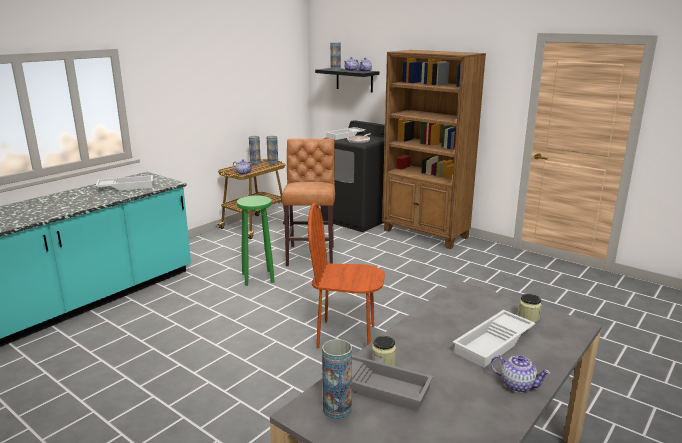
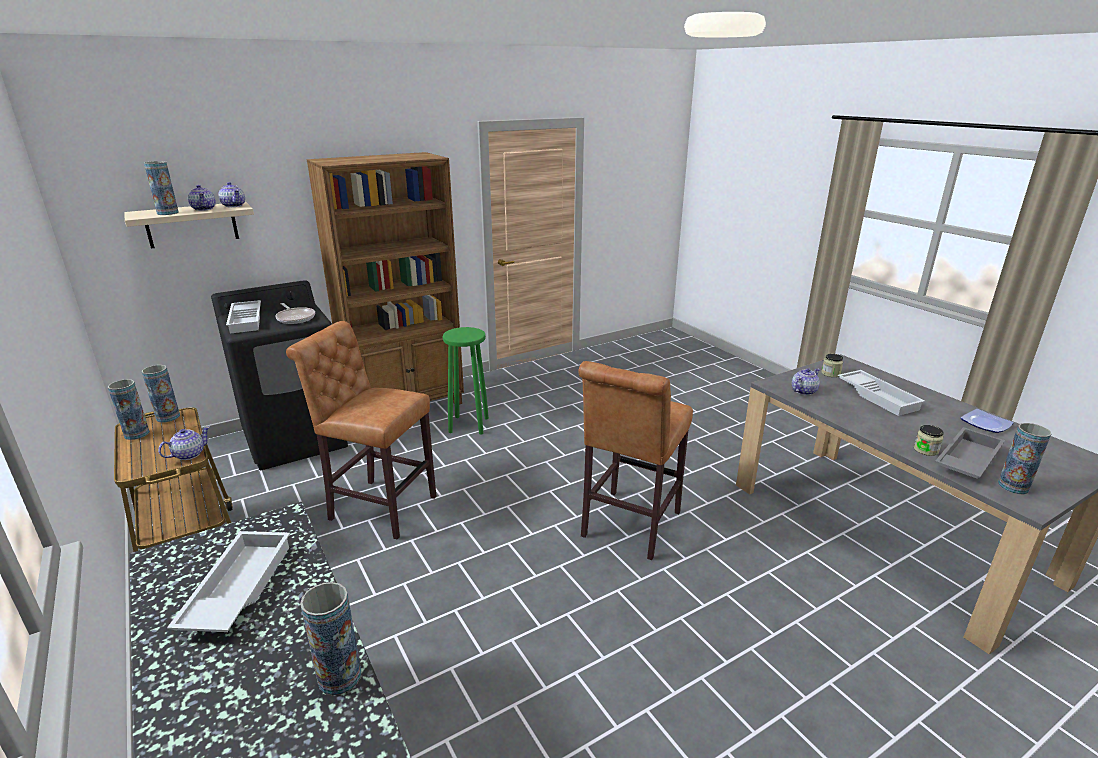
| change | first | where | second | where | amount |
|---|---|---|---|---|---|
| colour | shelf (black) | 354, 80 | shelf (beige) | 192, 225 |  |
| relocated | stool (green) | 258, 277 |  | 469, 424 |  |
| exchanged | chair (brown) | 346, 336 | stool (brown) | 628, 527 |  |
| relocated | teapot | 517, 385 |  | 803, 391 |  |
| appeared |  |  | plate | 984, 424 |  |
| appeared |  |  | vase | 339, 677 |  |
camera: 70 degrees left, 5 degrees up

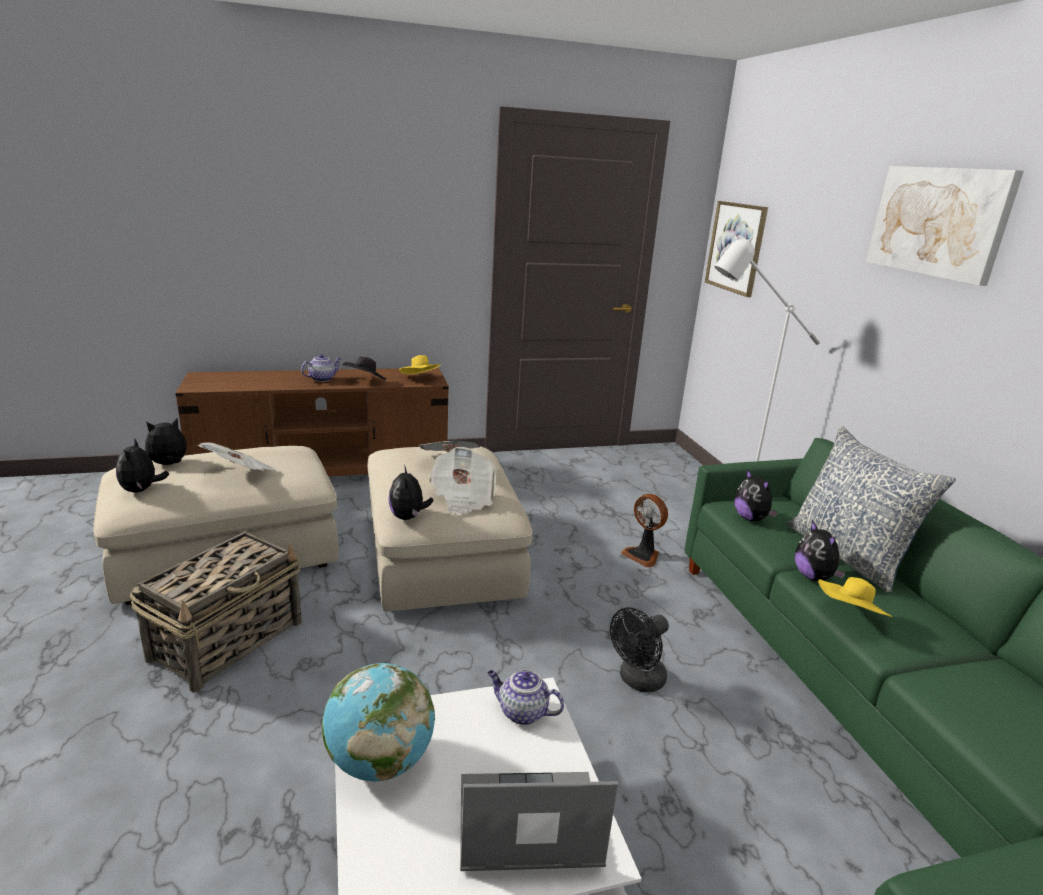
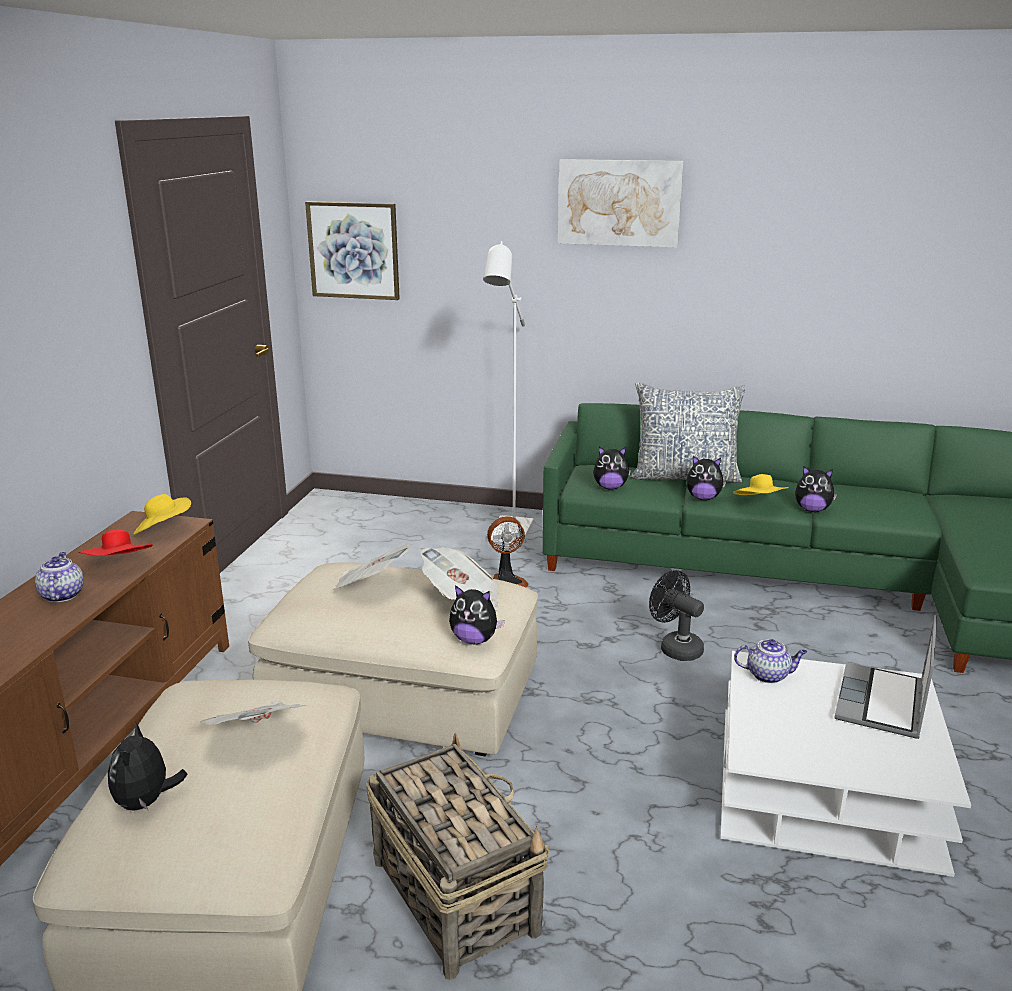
| change | first | where | second | where | amount |
|---|---|---|---|---|---|
| colour | hat (black) | 365, 381 | hat (red) | 120, 566 |  |
| relocated | plush toy | 141, 490 |  | 812, 510 |  |
| spun | fan (black) | 637, 681 |  | 675, 647 | 150 degrees clockwise |
| missing | globe | 380, 761 |  |  |  |
| spun | teapot | 521, 712 |  | 768, 675 | 135 degrees counterclockwise |
camera: 60 degrees left, 0 degrees up

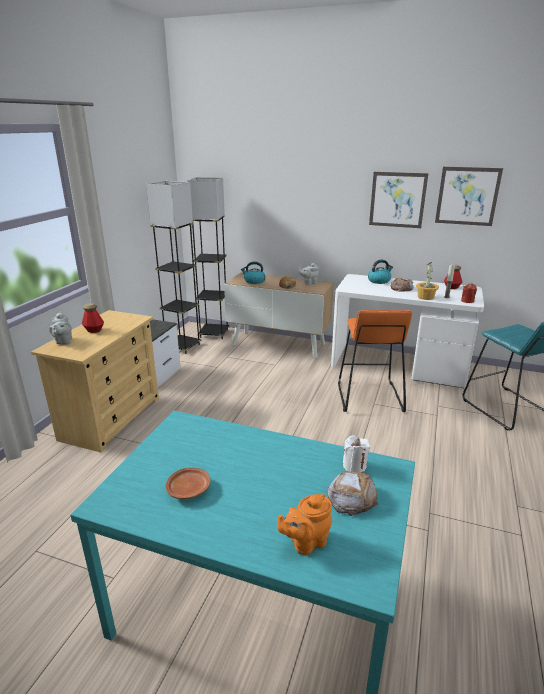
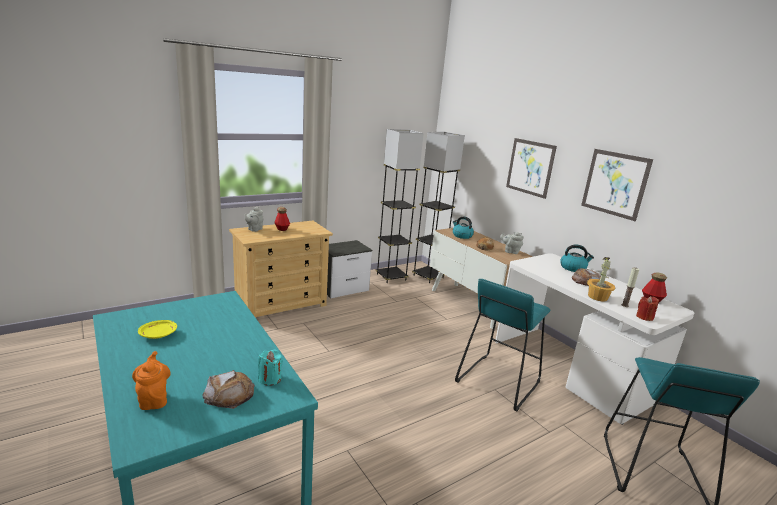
| change | first | where | second | where | amount |
|---|---|---|---|---|---|
| relocated | picture | 467, 196 |  | 530, 167 |  |
| colour | stool (orange) | 368, 396 | stool (turquoise) | 497, 381 |  |
| colour | candle (white) | 354, 466 | candle (turquoise) | 270, 379 |  |
| colour | plate (brown) | 189, 489 | plate (yellow) | 159, 334 |  |
| spun | teapot (orange) | 305, 542 |  | 153, 399 | 60 degrees clockwise |
camera: 35 degrees right, 5 degrees down

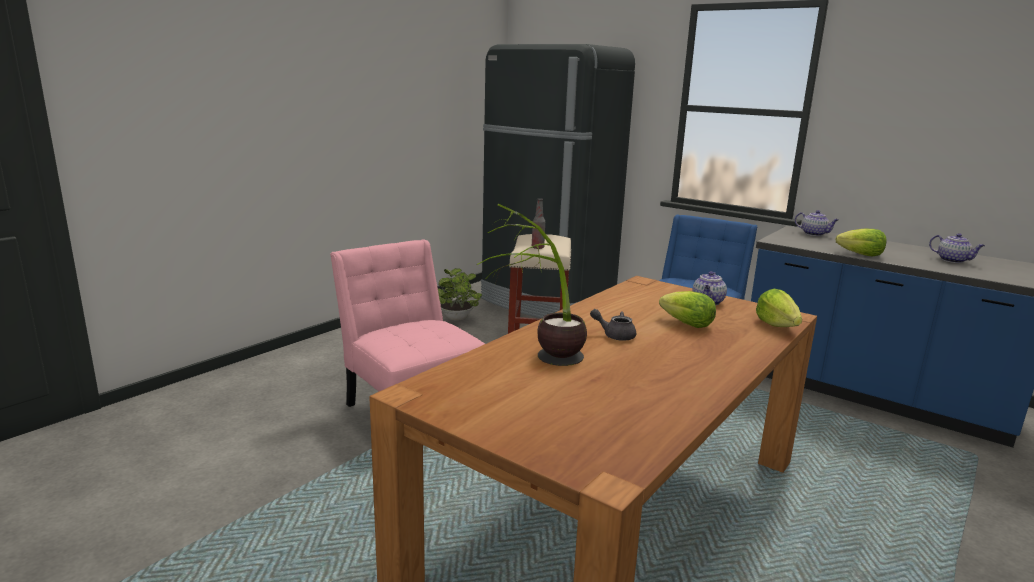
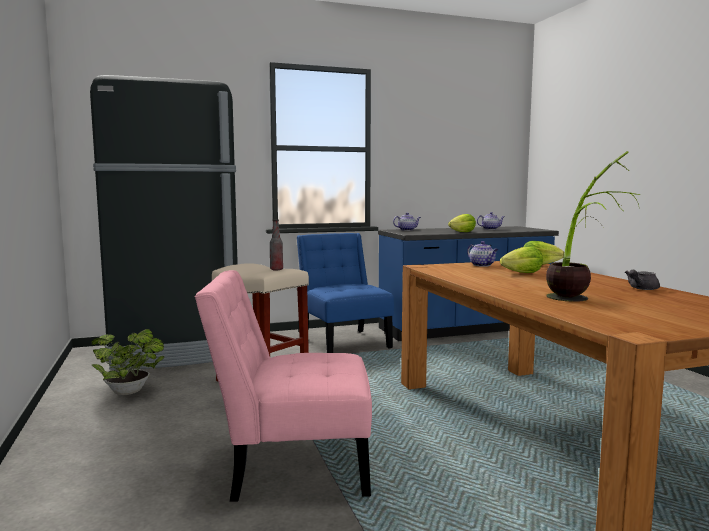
| change | first | where | second | where | amount |
|---|---|---|---|---|---|
| relocated | teapot (grey) | 614, 335 |  | 641, 289 |  |
camera: 55 degrees left, 10 degrees down

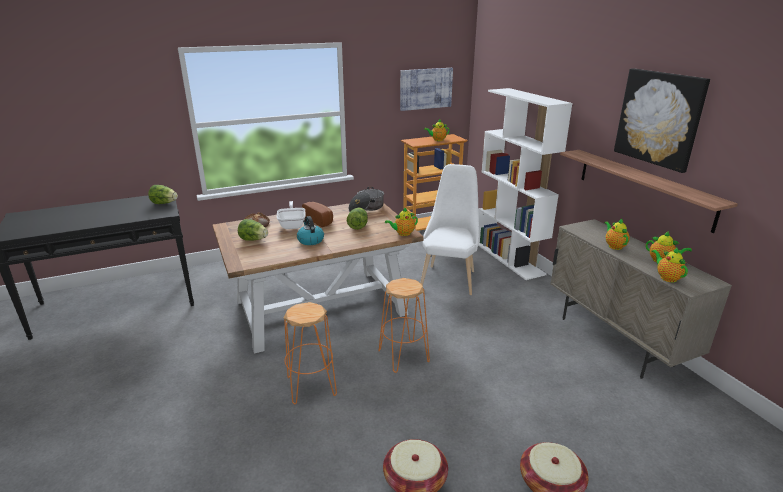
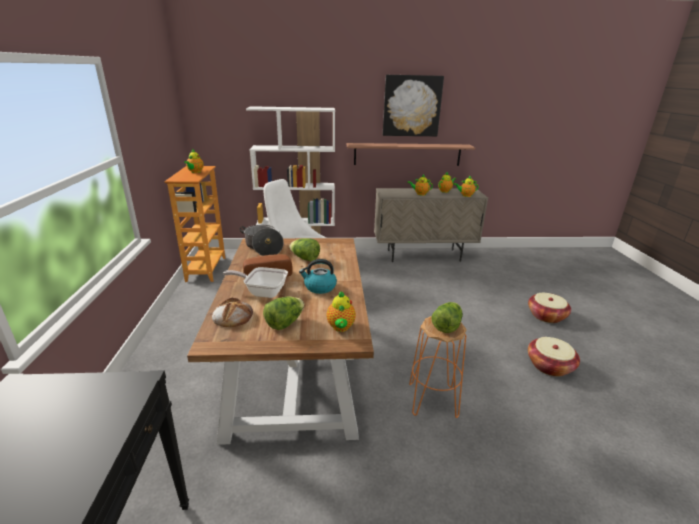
| change | first | where | second | where | amount |
|---|---|---|---|---|---|
| missing | picture | 426, 88 |  |  |  |
| relocated | lettuce | 164, 203 |  | 447, 326 |  |
| relocated | teapot | 403, 233 |  | 340, 328 |  |
| missing | stool (orange) | 403, 356 |  |  |  |
camera: 70 degrees left, 0 degrees up

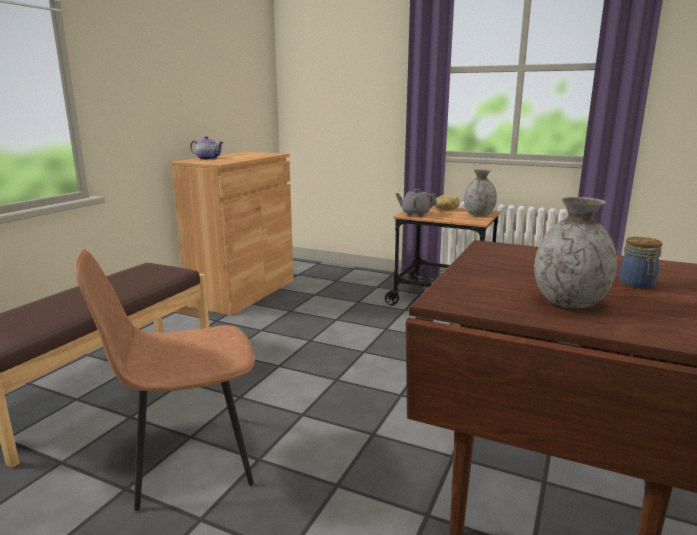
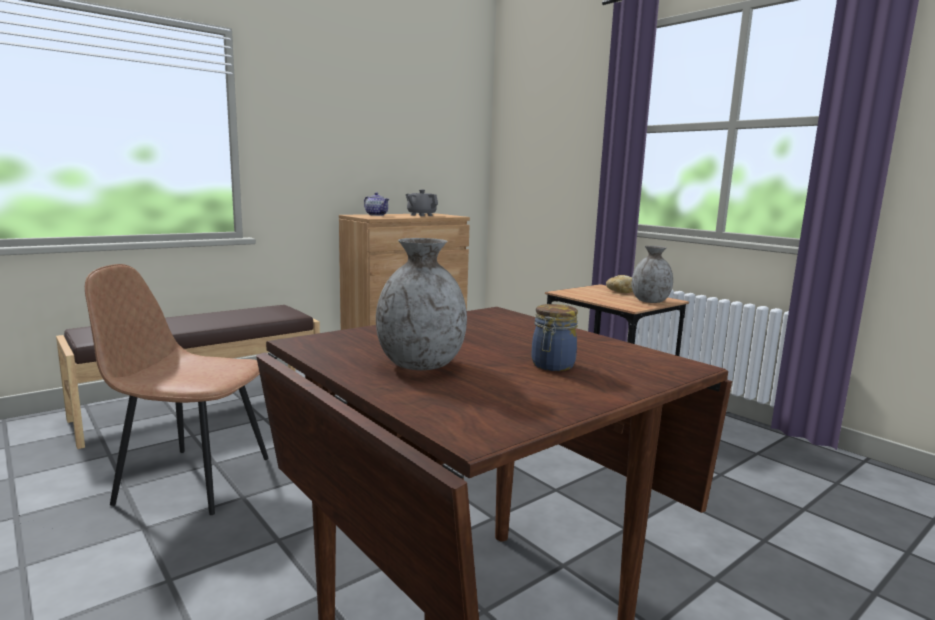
| change | first | where | second | where | amount |
|---|---|---|---|---|---|
| relocated | teapot (grey) | 415, 214 |  | 421, 215 |  |
camera: 25 degrees right, 5 degrees down

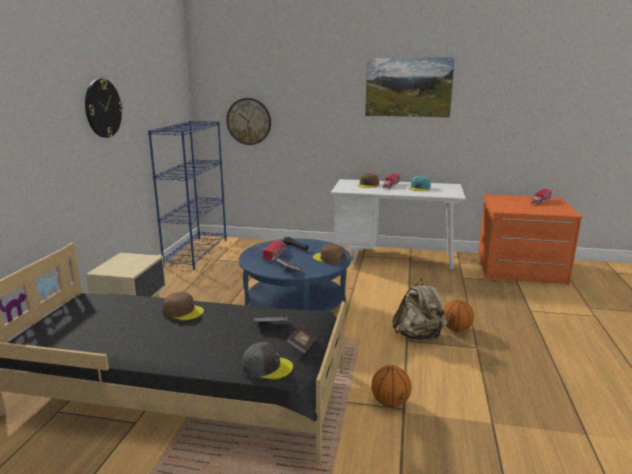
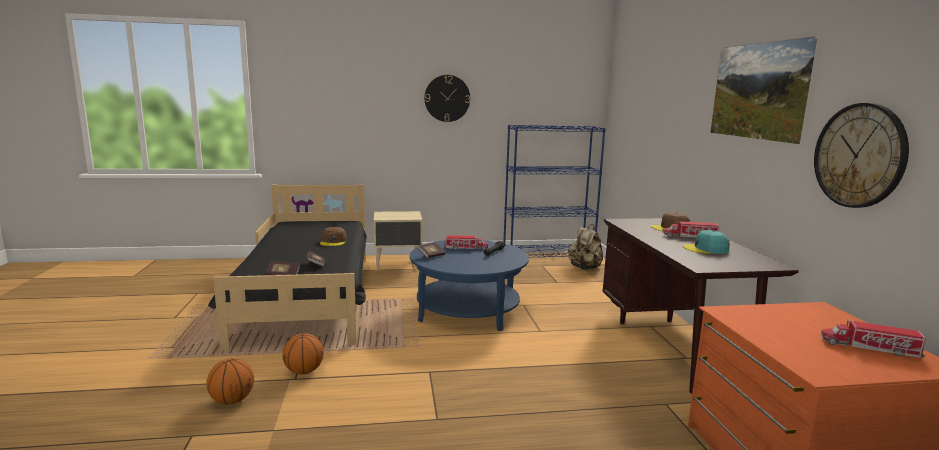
| change | first | where | second | where | amount |
|---|---|---|---|---|---|
| relocated | wall clock | 249, 121 |  | 859, 155 |  |
| colour | desk (white) | 394, 257 | desk (brown) | 673, 346 |  |
| missing | cap (brown) | 329, 258 |  |  |  |
| relocated | backpack (beige) | 418, 336 |  | 584, 268 |  |
| relocated | basketball | 456, 329 |  | 232, 400 |  |
| missing | cap (grey) | 267, 367 |  |  |  |
camera: 70 degrees right, 5 degrees down

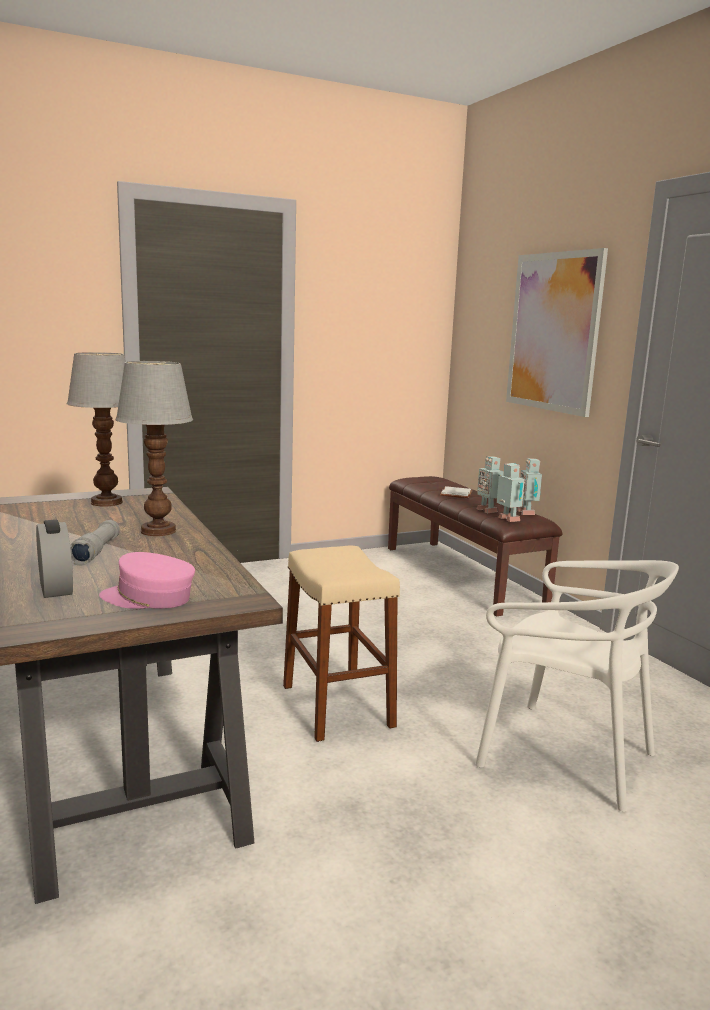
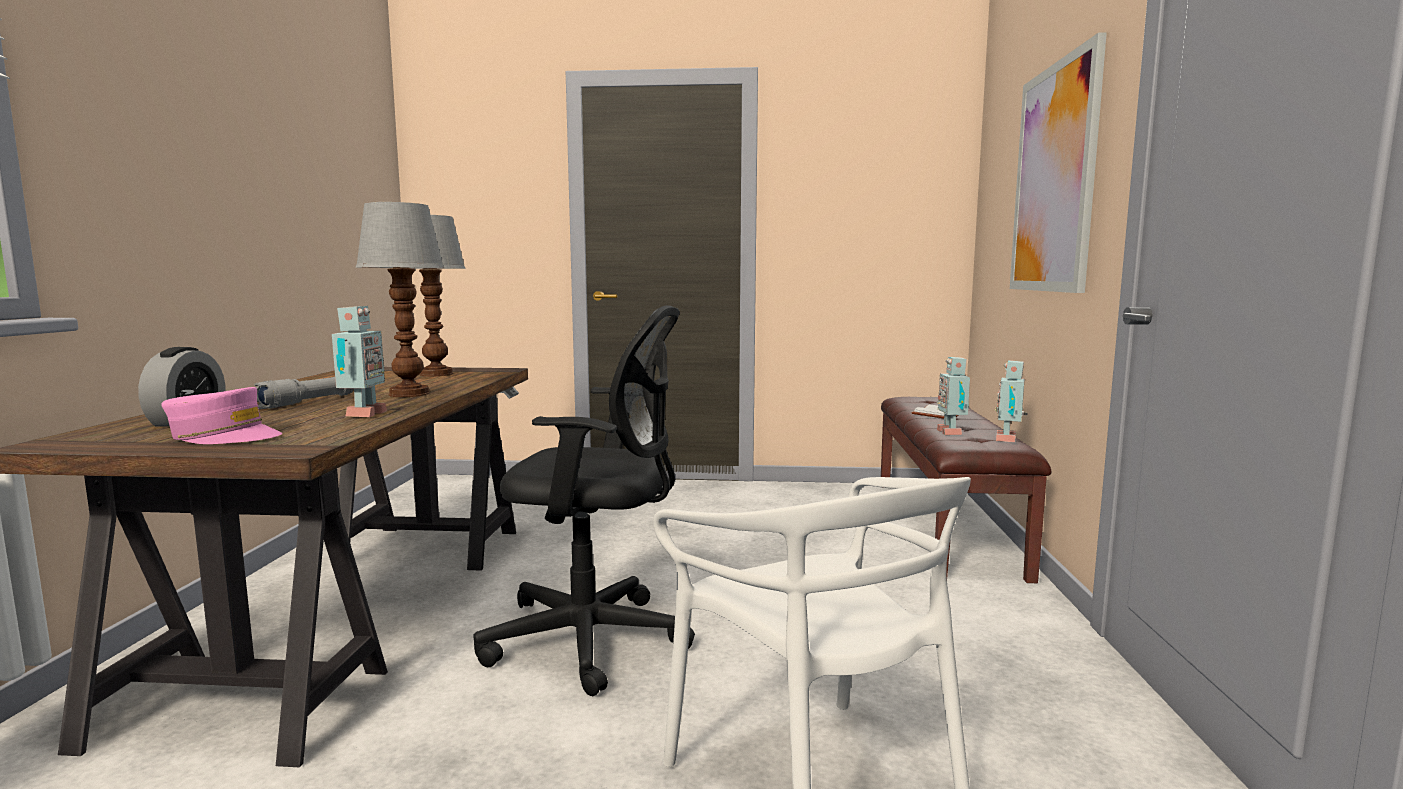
| change | first | where | second | where | amount |
|---|---|---|---|---|---|
| relocated | toy robot | 507, 520 |  | 362, 415 |  |
| exchanged | stool (beige) | 337, 706 | office chair (black) | 594, 640 |  |
| spun | cap (pink) | 148, 598 |  | 224, 436 | 150 degrees clockwise |
camera: 30 degrees right, 5 degrees down

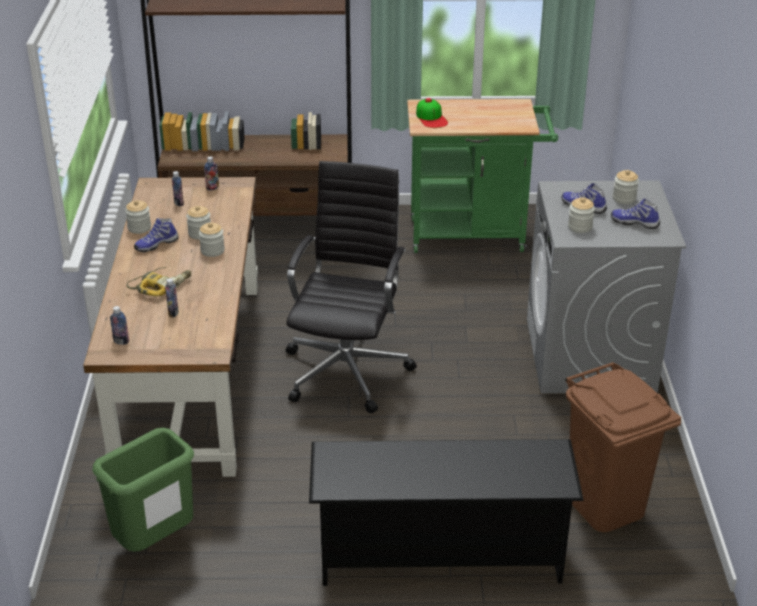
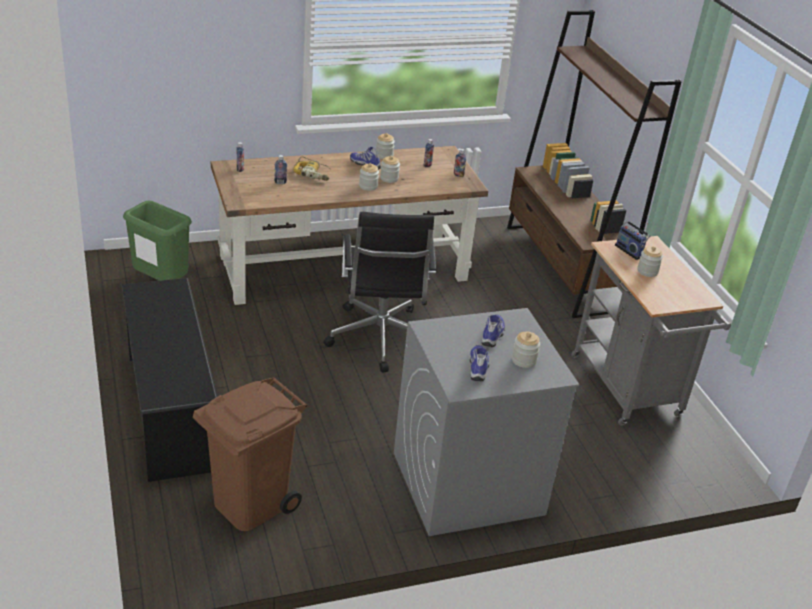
| change | first | where | second | where | amount |
|---|---|---|---|---|---|
| exchanged | cap | 431, 118 | radio | 630, 250 |  |
| colour | cart (green) | 475, 235 | cart (grey) | 629, 391 |  |
| spun | office chair (black) | 347, 369 |  | 380, 339 | 90 degrees clockwise |
| relocated | jar | 580, 227 |  | 647, 271 |  |
camera: 70 degrees right, 0 degrees up

